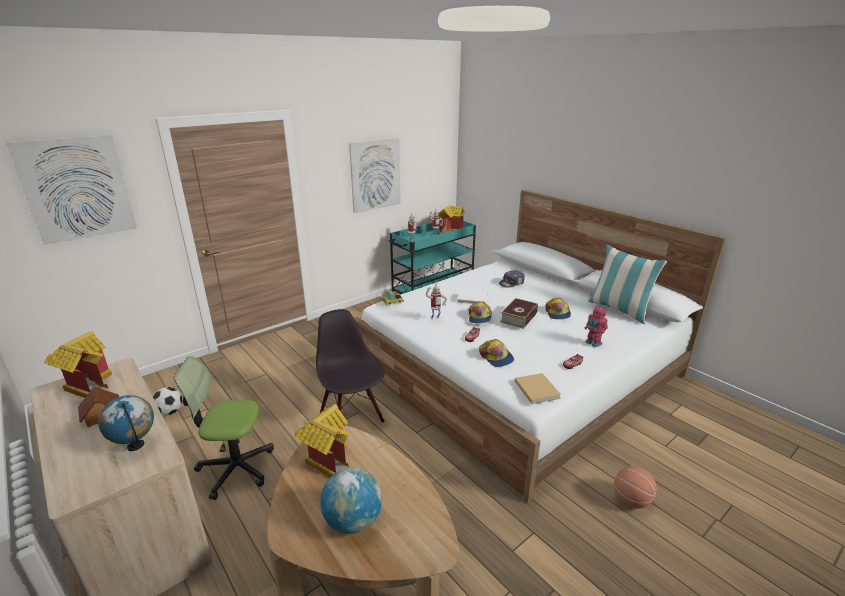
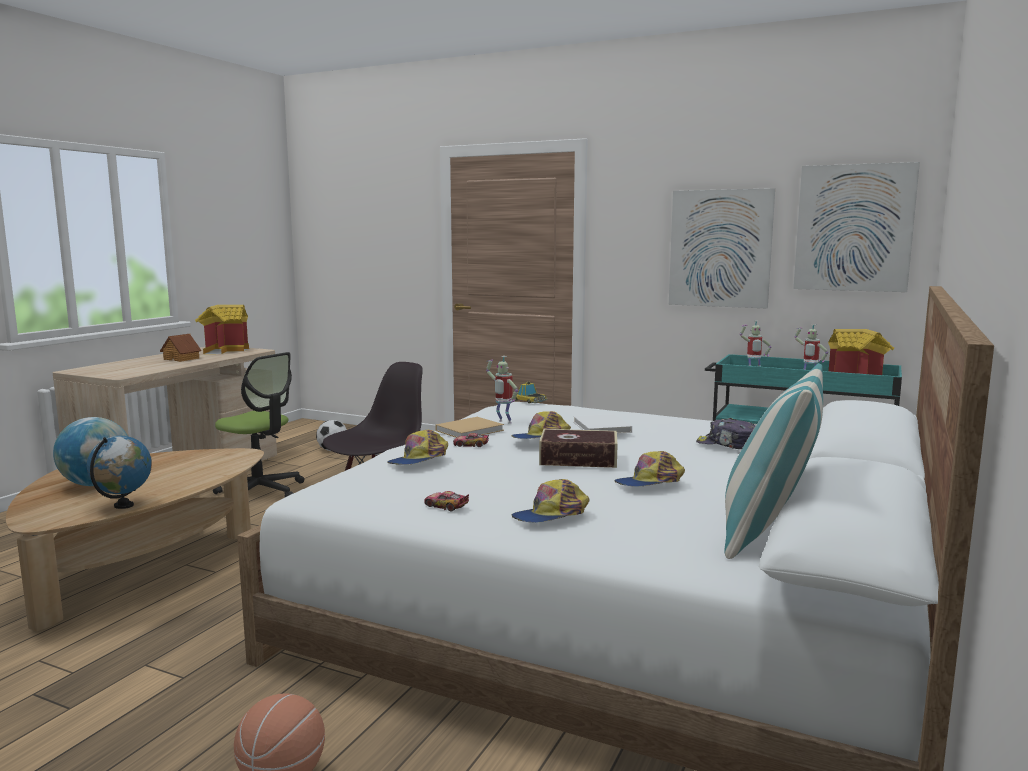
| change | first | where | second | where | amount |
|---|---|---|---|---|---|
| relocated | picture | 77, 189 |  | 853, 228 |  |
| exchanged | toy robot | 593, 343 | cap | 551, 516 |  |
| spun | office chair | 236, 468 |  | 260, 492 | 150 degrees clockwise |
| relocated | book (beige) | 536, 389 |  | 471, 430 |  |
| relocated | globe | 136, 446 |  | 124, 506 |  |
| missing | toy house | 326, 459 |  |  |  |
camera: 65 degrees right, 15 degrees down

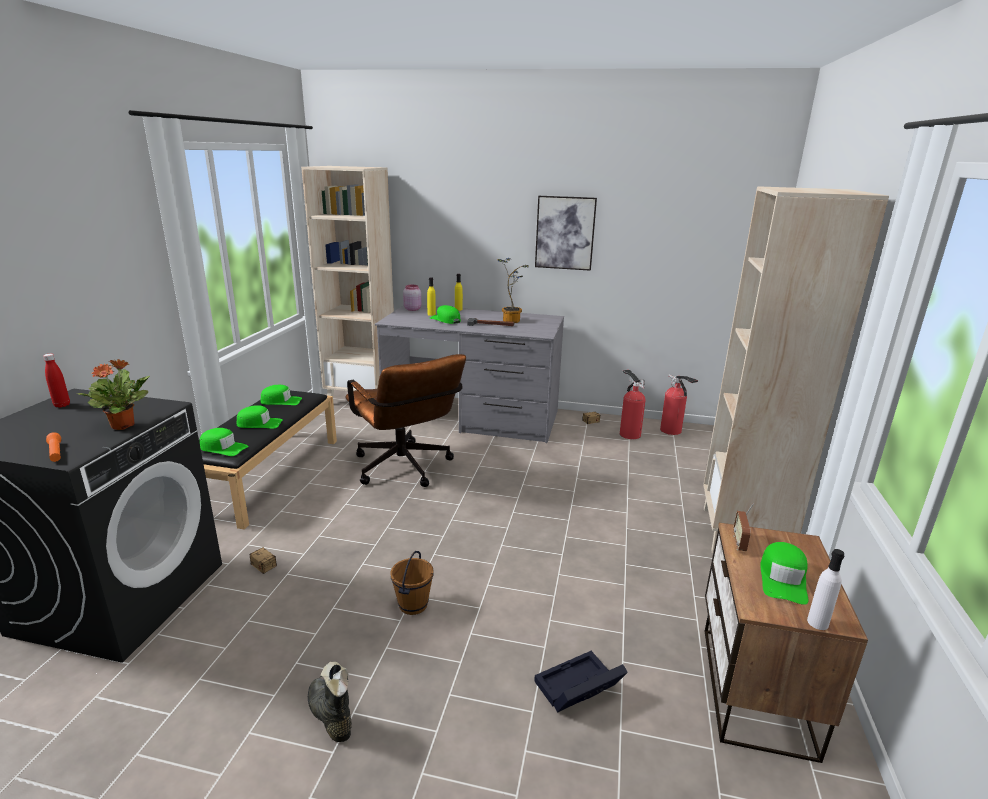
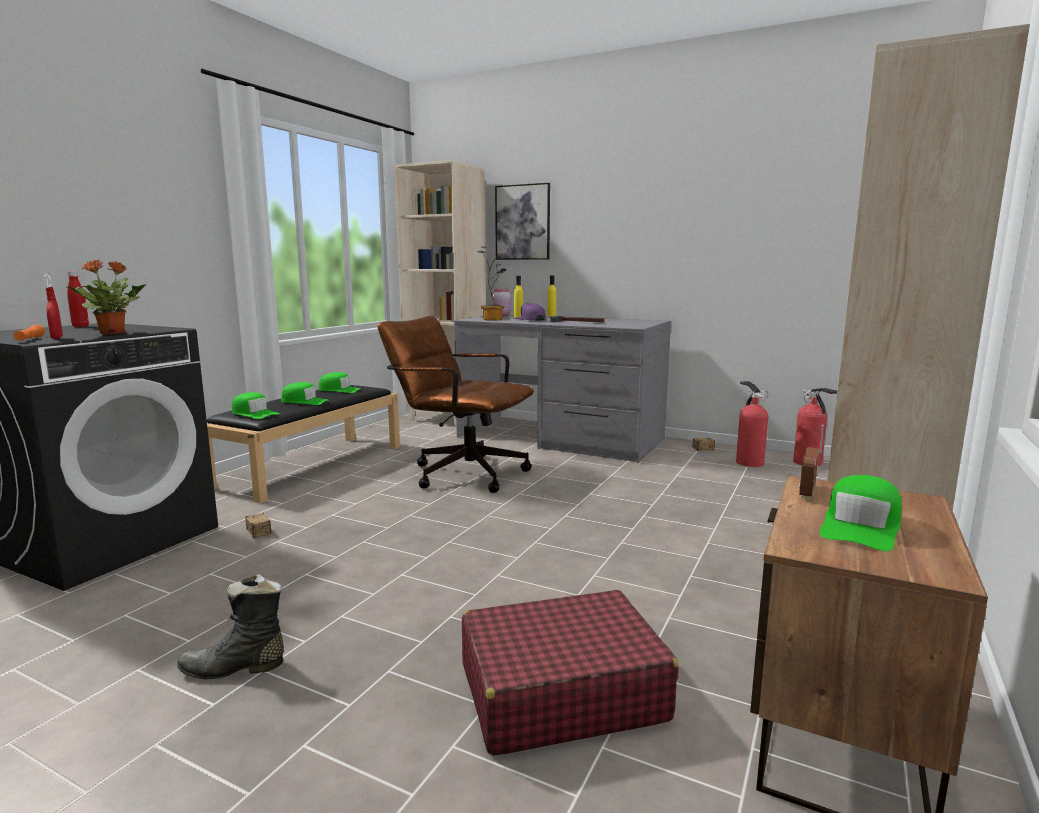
| change | first | where | second | where | amount |
|---|---|---|---|---|---|
| relocated | picture | 565, 233 |  | 522, 222 |  |
| relocated | potted plant | 512, 320 |  | 494, 319 |  |
| colour | cap (green) | 445, 320 | cap (purple) | 530, 319 |  |
| spun | office chair (brown) | 406, 470 |  | 460, 472 | 135 degrees clockwise |
| missing | bottle (white) | 817, 622 |  |  |  |
| missing | bucket (brown) | 412, 605 |  |  |  |
| exchanged | storage box (black) | 577, 689 | suitcase (red) | 560, 692 |  |
| spun | boot (black) | 329, 715 |  | 234, 668 | 75 degrees counterclockwise |
| appeared |  |  | spray bottle (red) | 57, 338 |  |
camera: 15 degrees right, 10 degrees down

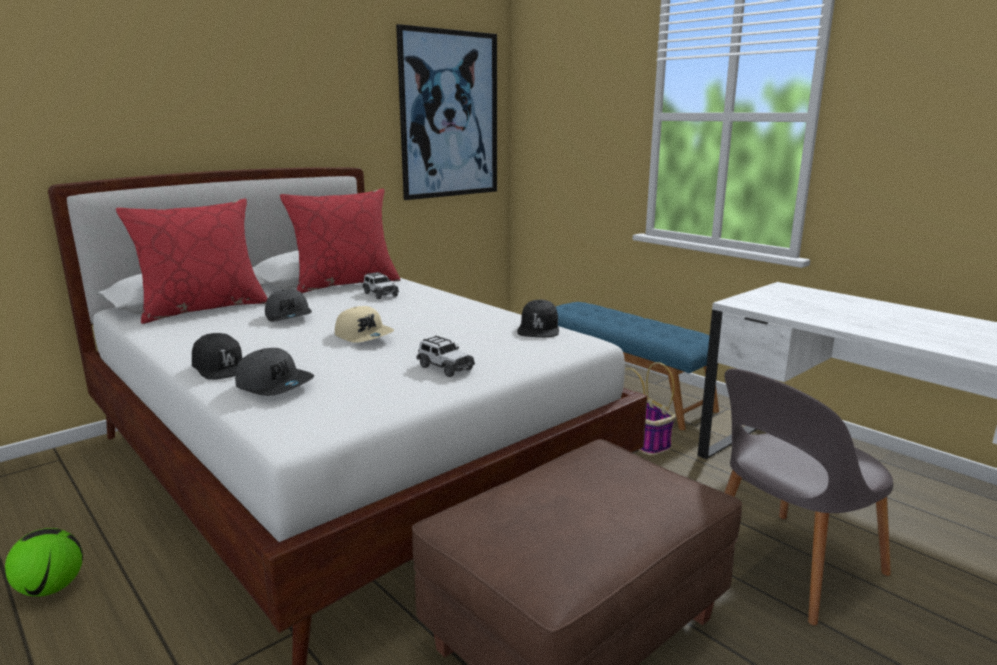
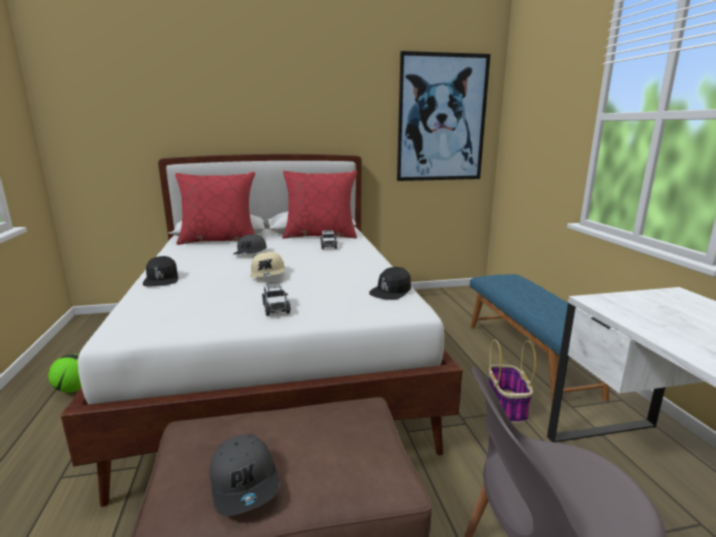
| change | first | where | second | where | amount |
|---|---|---|---|---|---|
| relocated | cap (grey) | 275, 384 |  | 245, 482 |  |
camera: 30 degrees right, 0 degrees up

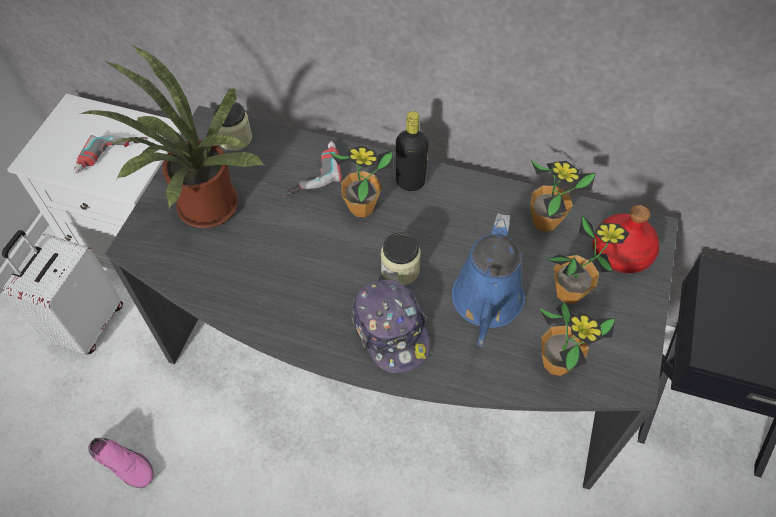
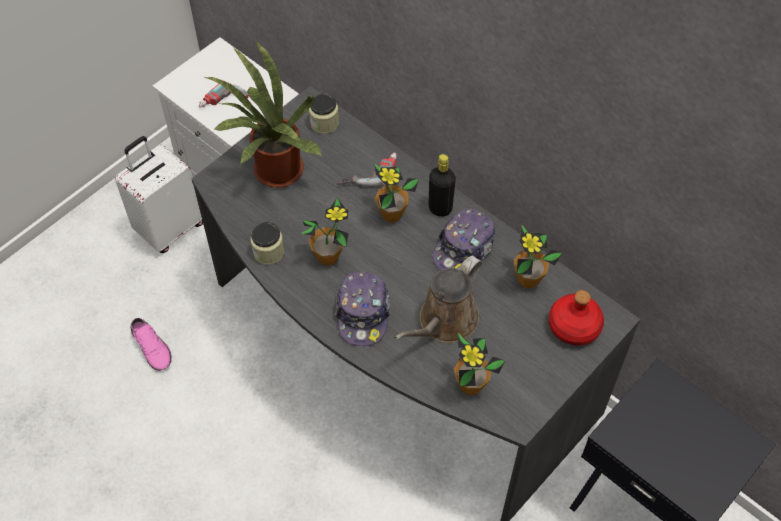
| change | first | where | second | where | amount |
|---|---|---|---|---|---|
| colour | watering can (blue) | 486, 303 | watering can (brown) | 444, 322 |  |
| relocated | potted plant | 569, 292 |  | 328, 257 |  |
| relocated | jar | 400, 270 |  | 268, 252 |  |
| appeared |  |  | cap | 464, 248 |  |
camera: 25 degrees right, 0 degrees up

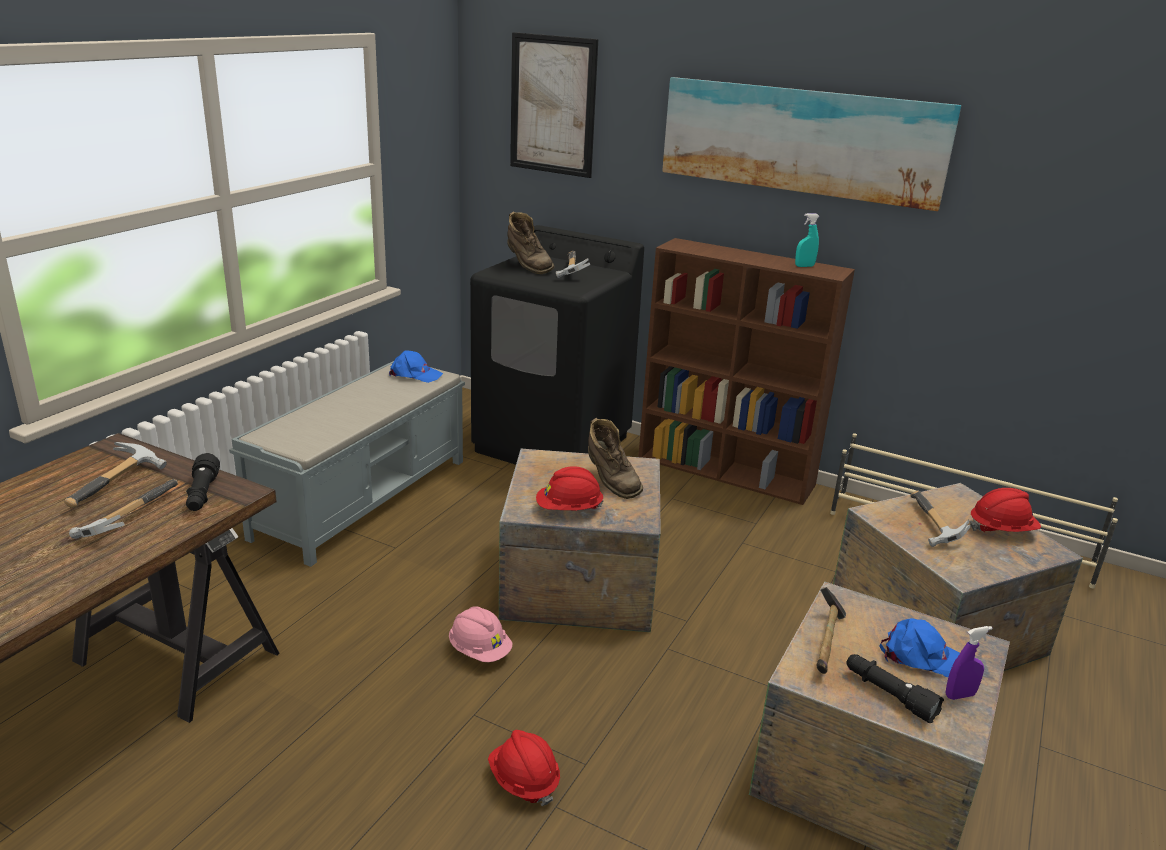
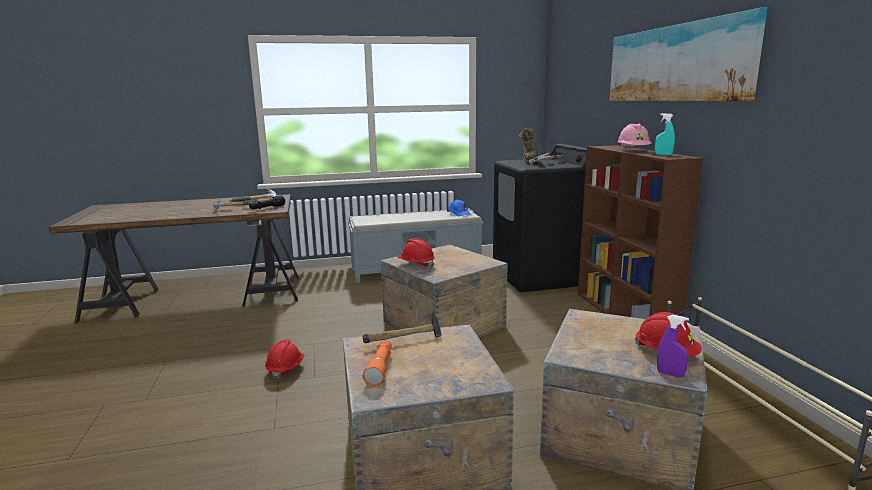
| change | first | where | second | where | amount |
|---|---|---|---|---|---|
| missing | picture | 552, 105 |  |  |  |
| missing | boot (brown) | 610, 483 |  |  |  |
| missing | hammer | 929, 526 |  |  |  |
| relocated | hard hat (pink) | 479, 651 |  | 633, 150 |  |
| missing | cap (blue) | 921, 657 |  |  |  |
| relocated | spray bottle (purple) | 960, 695 |  | 670, 374 |  |
| colour | flashlight (black) | 888, 695 | flashlight (orange) | 380, 368 |  |
camera: 50 degrees right, 10 degrees down

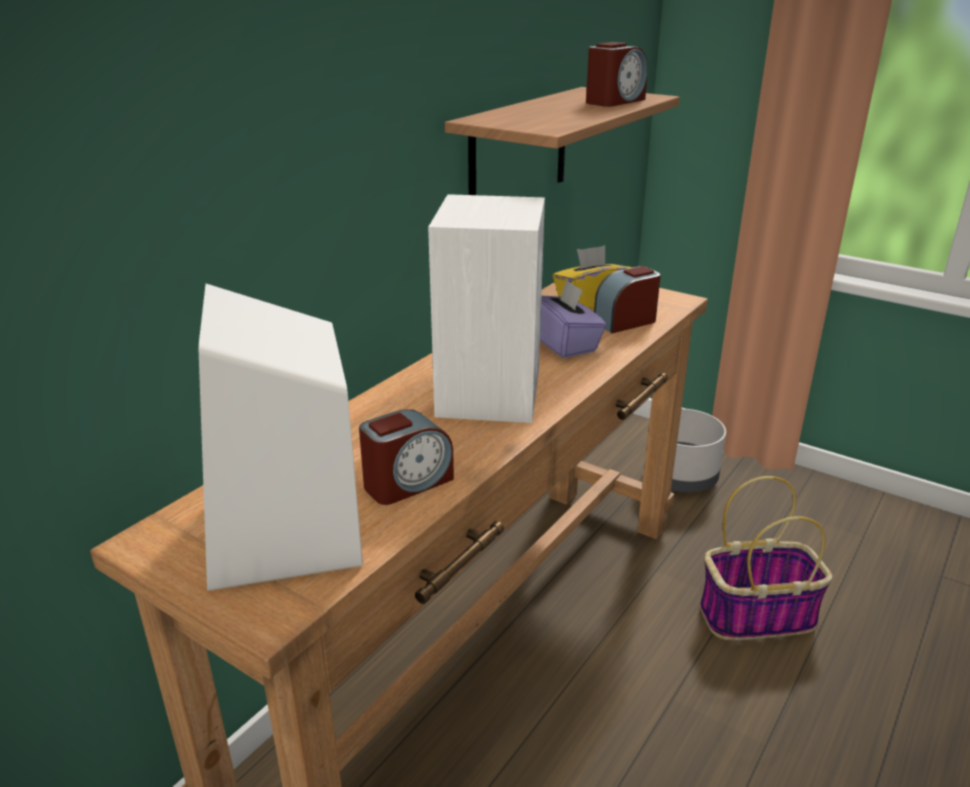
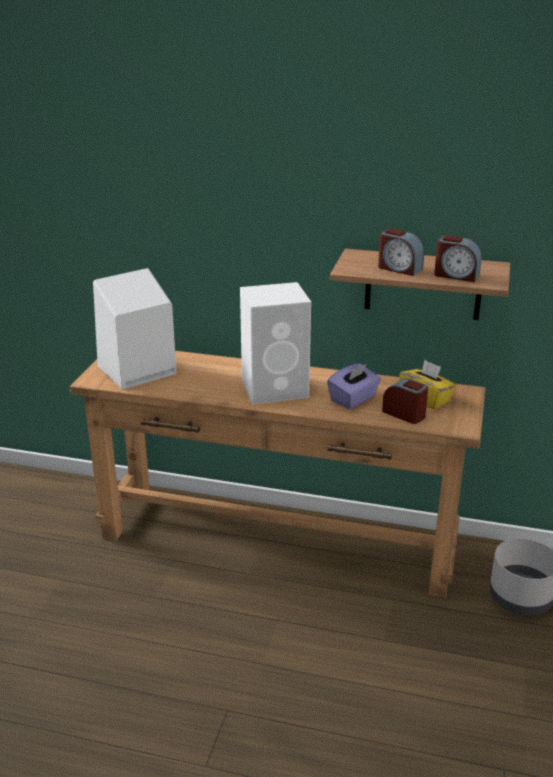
| change | first | where | second | where | amount |
|---|---|---|---|---|---|
| relocated | alarm clock | 407, 483 |  | 399, 268 |  |
| missing | basket | 758, 615 |  |  |  |
camera: 70 degrees right, 0 degrees up

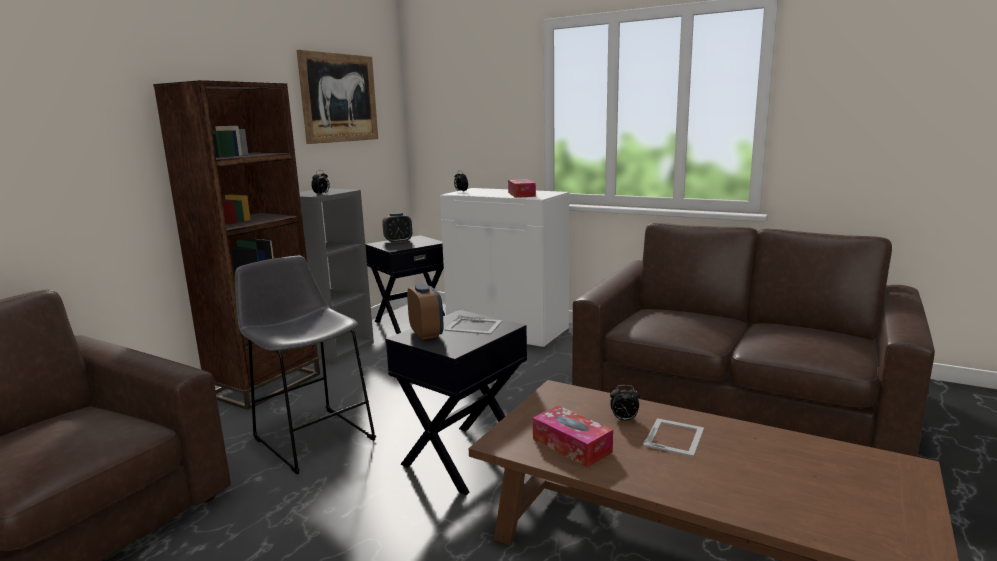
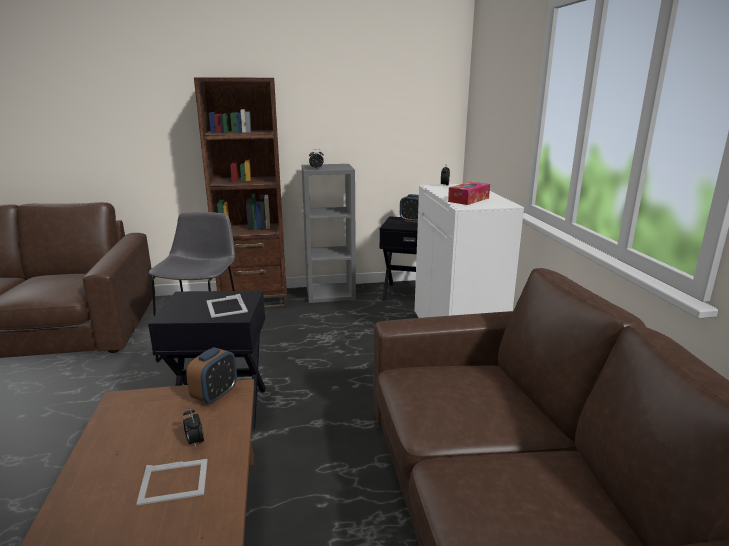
| change | first | where | second | where | amount |
|---|---|---|---|---|---|
| missing | picture | 339, 98 |  |  |  |
| relocated | alarm clock | 426, 334 |  | 215, 395 |  |
| missing | tissue box | 571, 445 |  |  |  |
camera: 50 degrees right, 5 degrees up

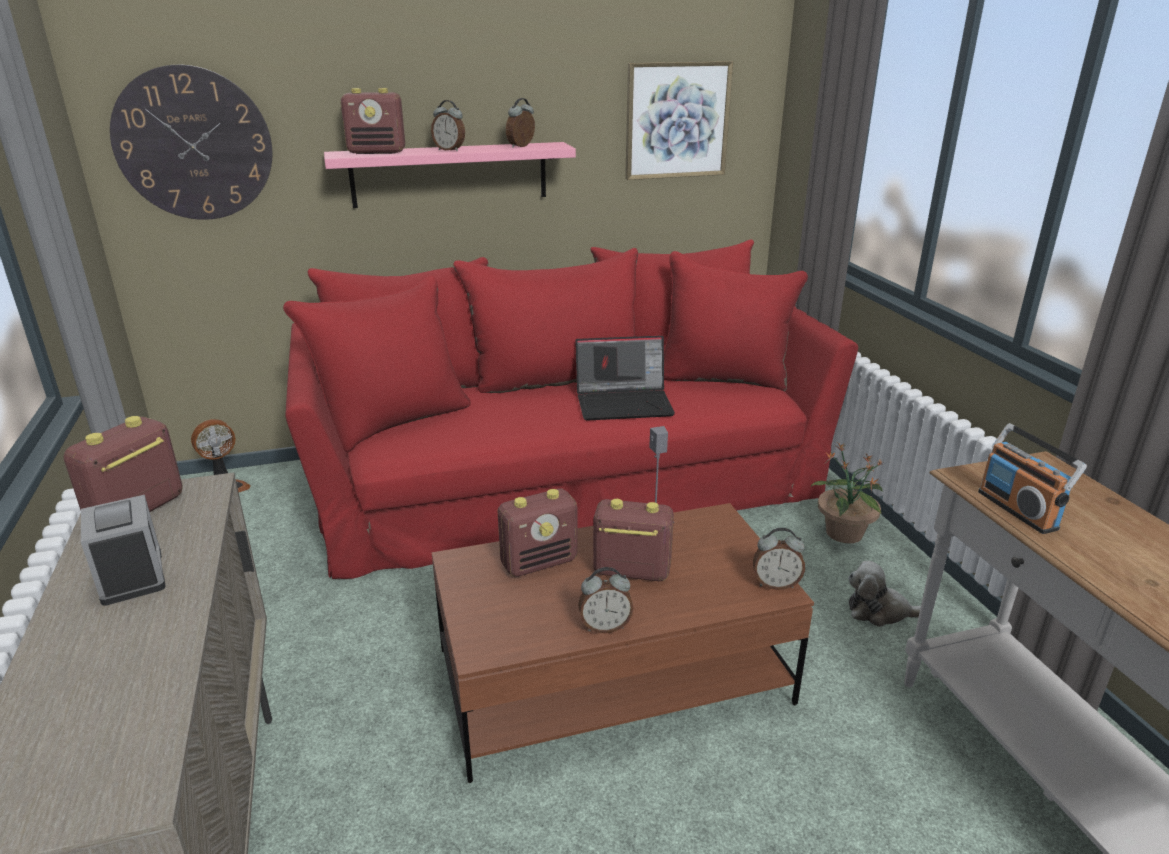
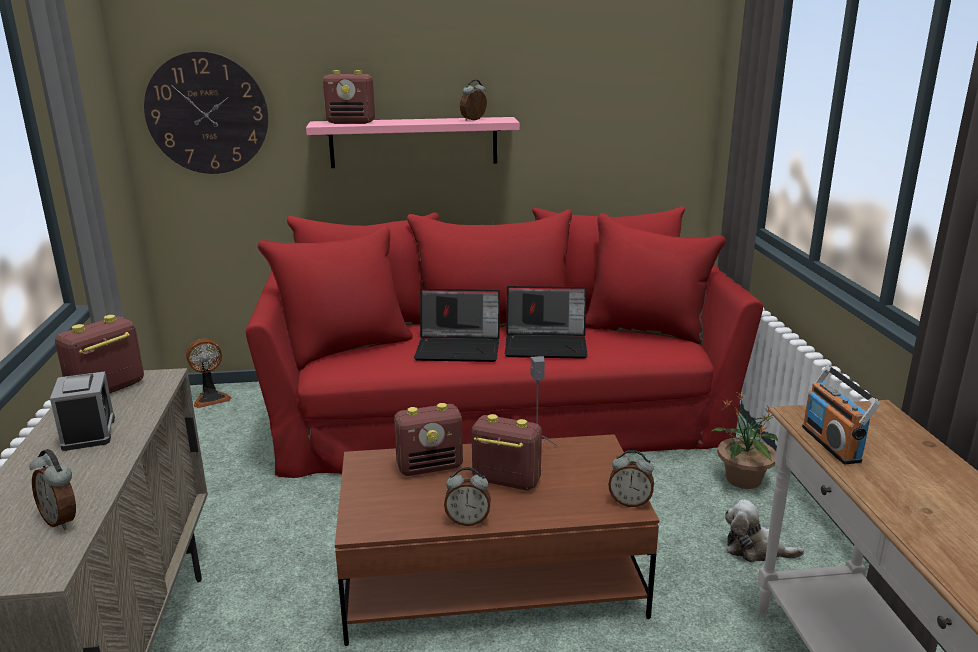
| change | first | where | second | where | amount |
|---|---|---|---|---|---|
| missing | picture | 677, 120 |  |  |  |
| relocated | alarm clock | 450, 150 |  | 62, 520 |  |
| appeared |  |  | laptop | 459, 348 |  |
camera: 10 degrees right, 5 degrees down

